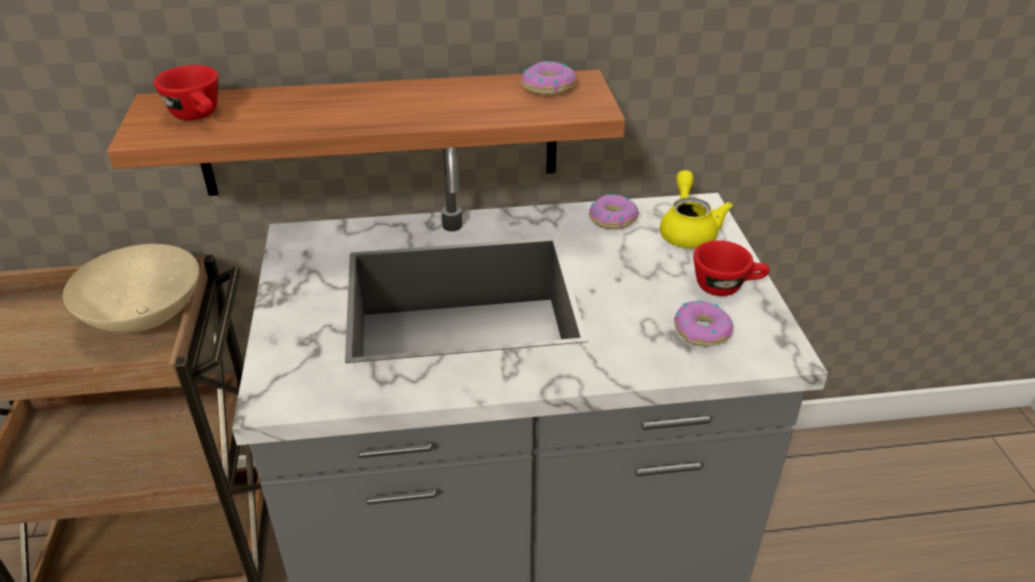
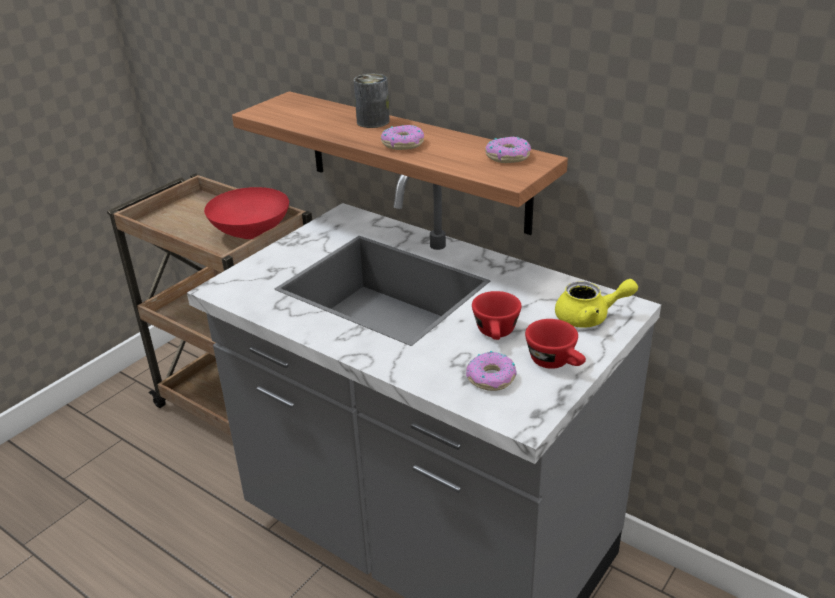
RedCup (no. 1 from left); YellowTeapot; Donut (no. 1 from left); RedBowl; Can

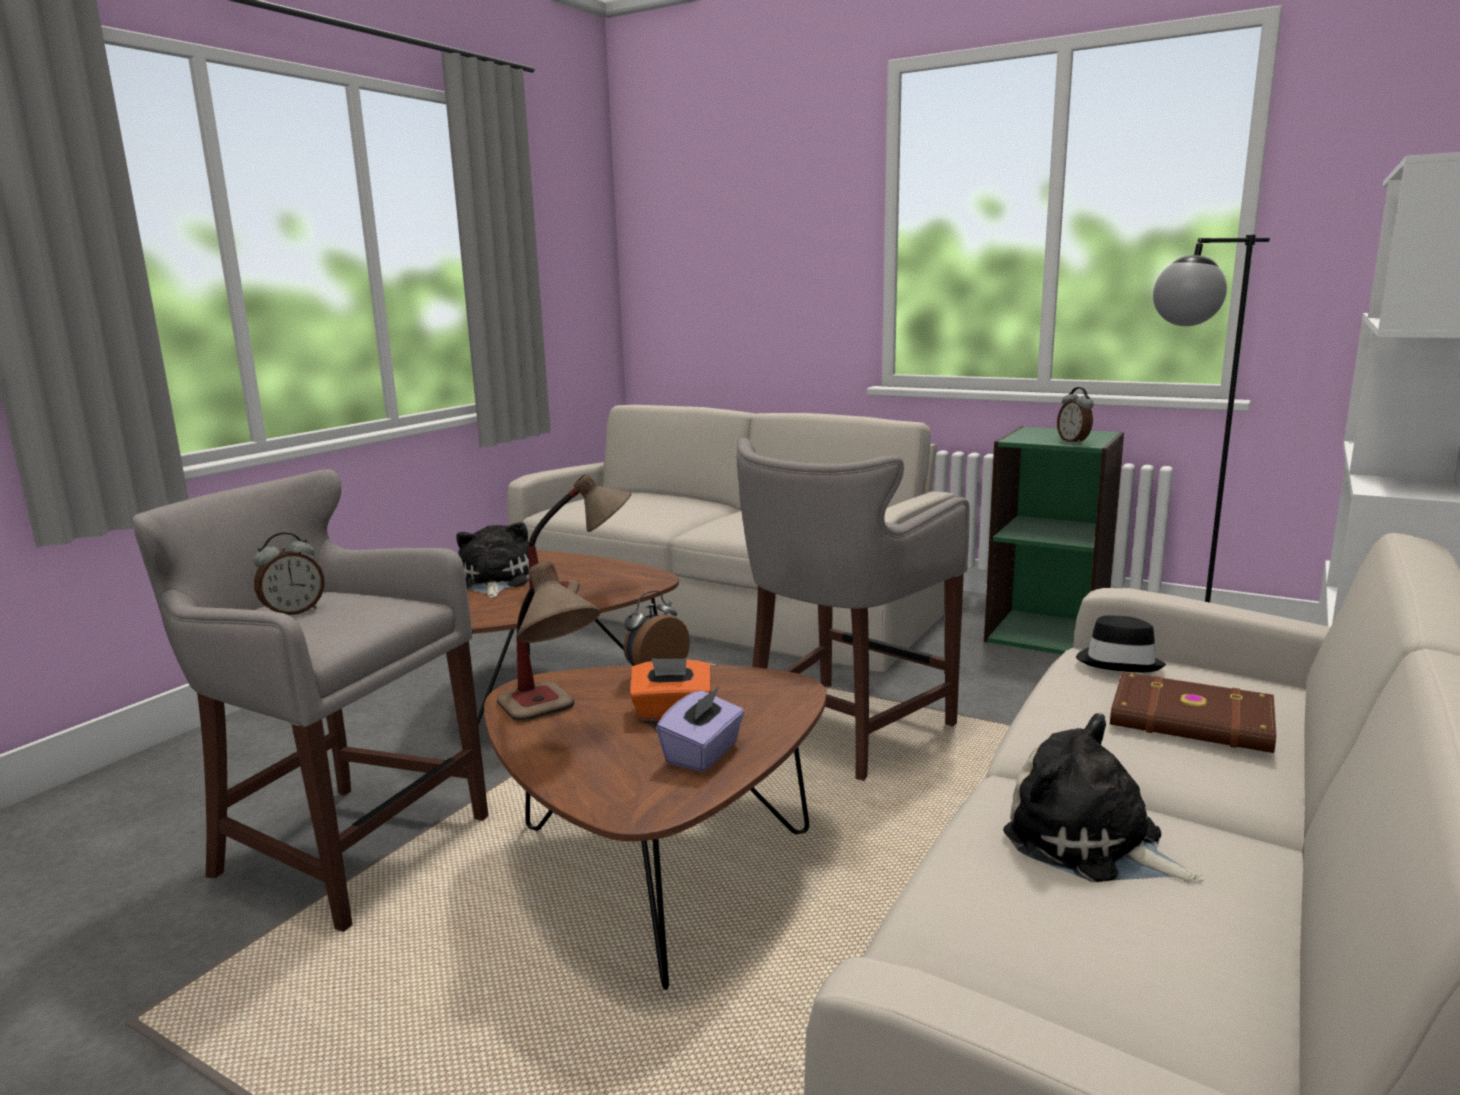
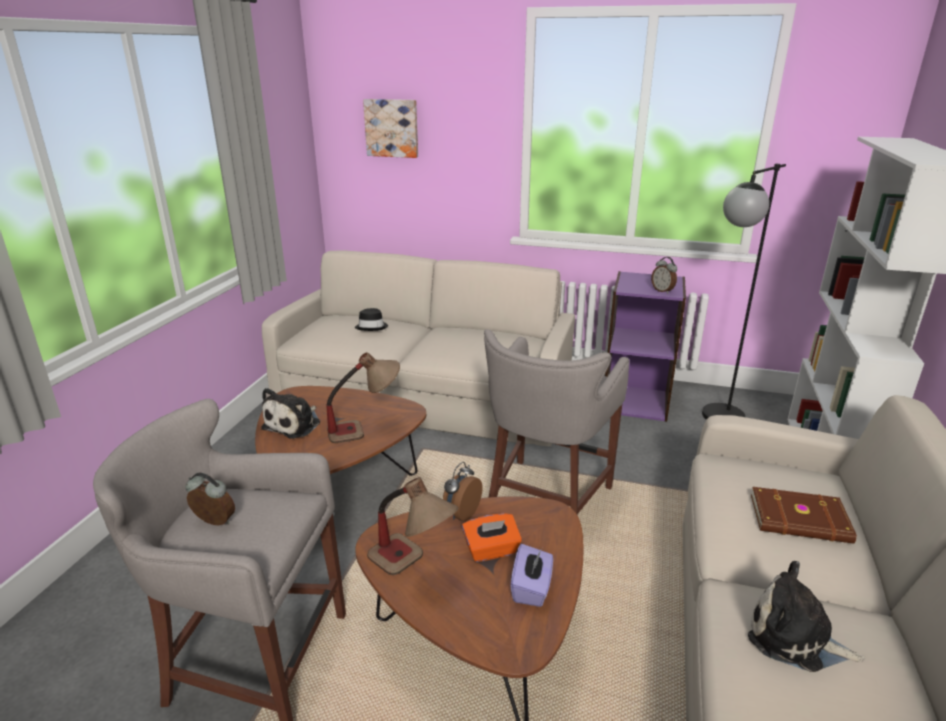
PurpleBookcase; PlushToy (no. 1 from left); AlarmClock (no. 1 from left); BlackHat; Picture

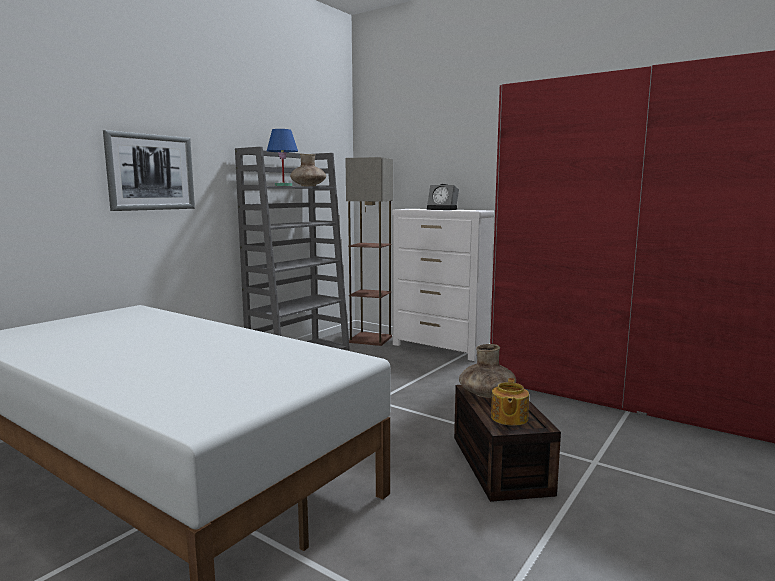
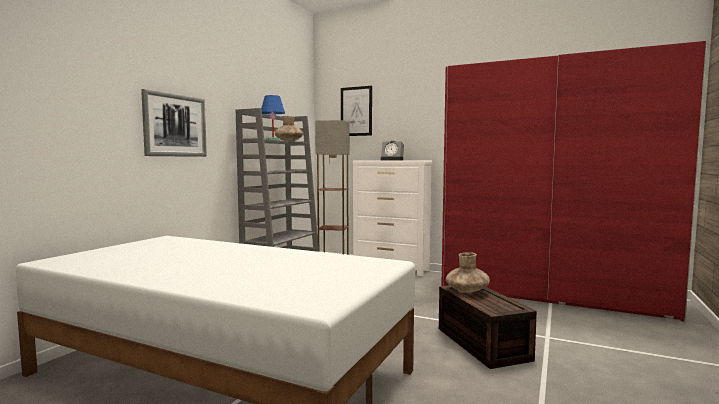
Teapot; Picture (no. 2 from left)

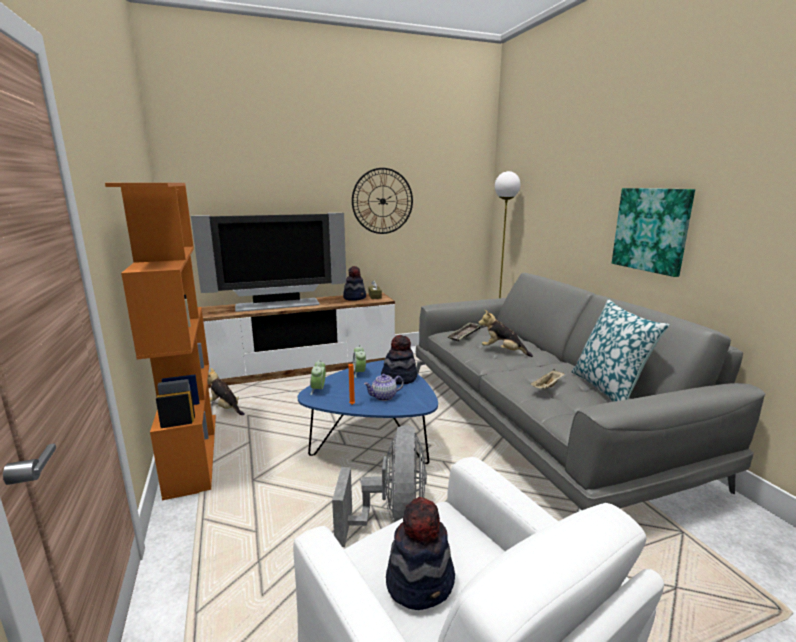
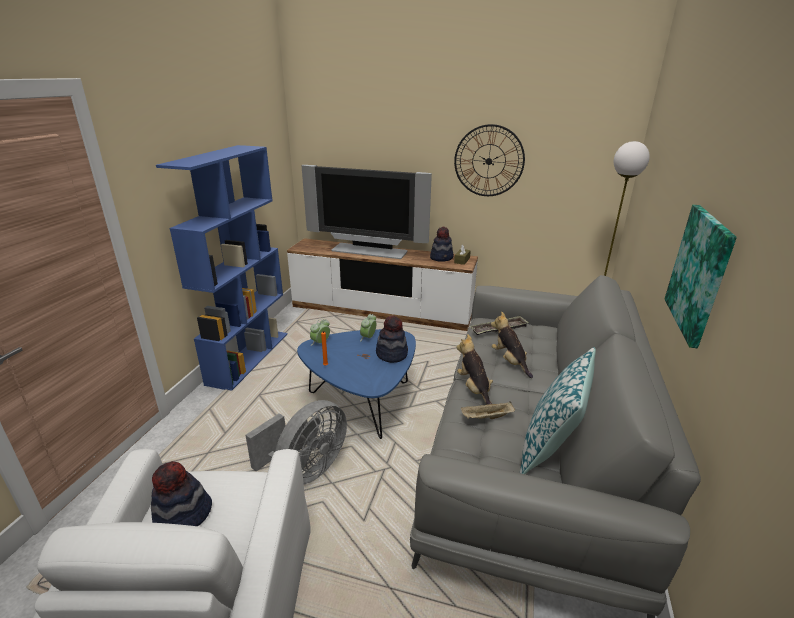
BlueBookcase; PlushToy (no. 1 from left); Teapot

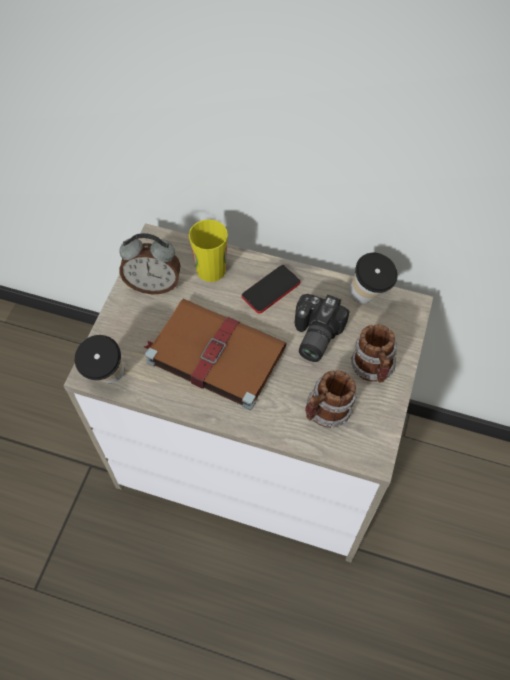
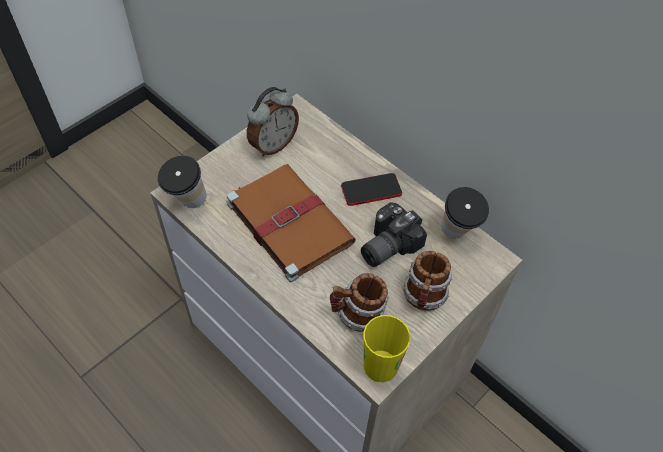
Cup (no. 2 from left); AlarmClock

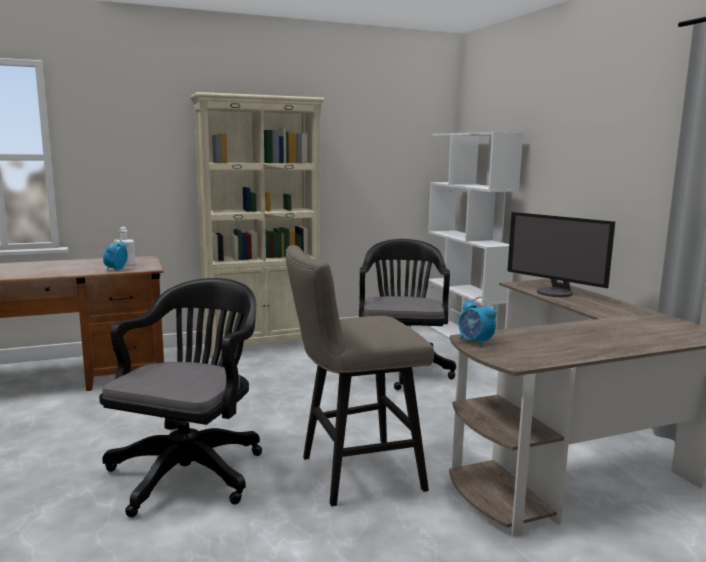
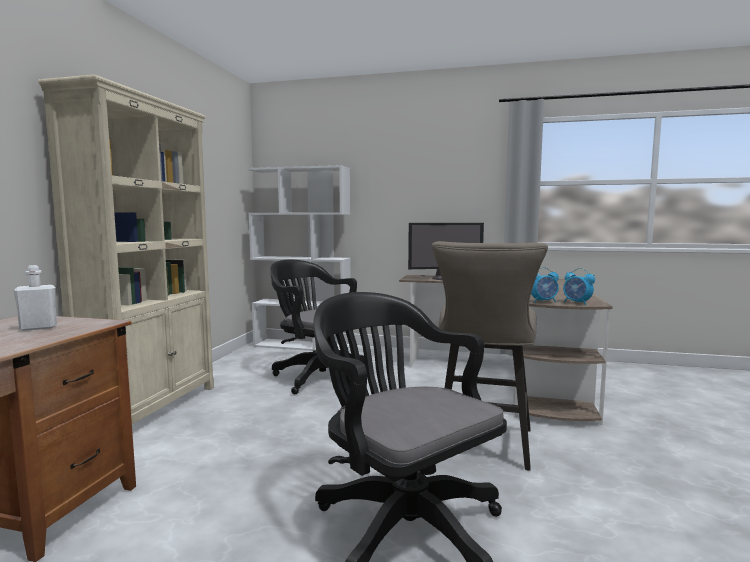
AlarmClock (no. 2 from left)

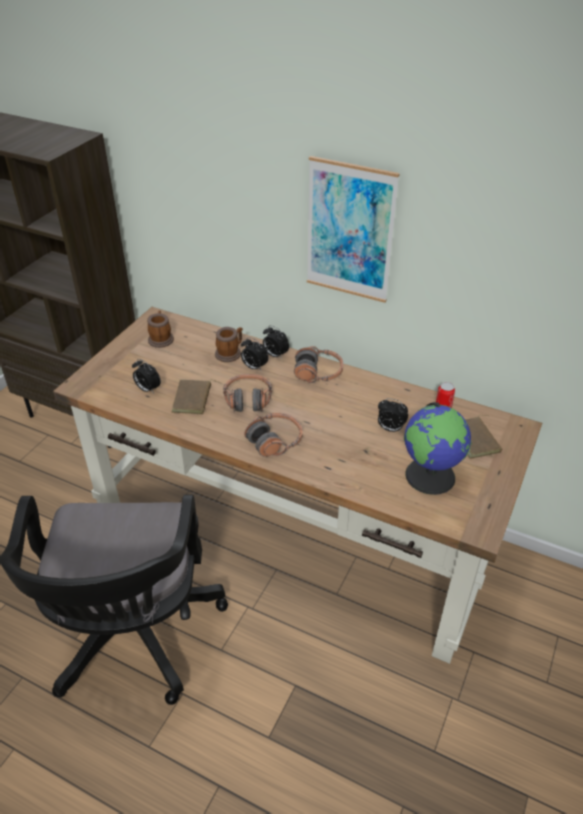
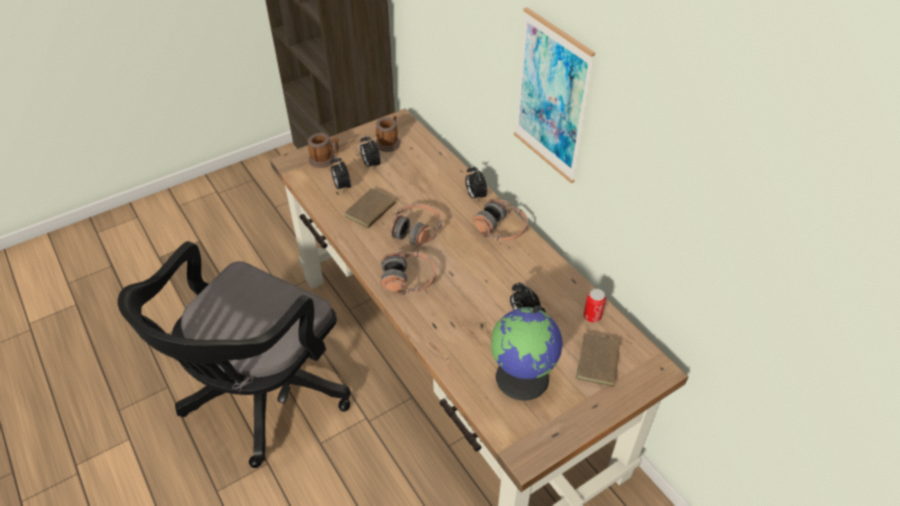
Mug (no. 1 from left); AlarmClock (no. 2 from left)

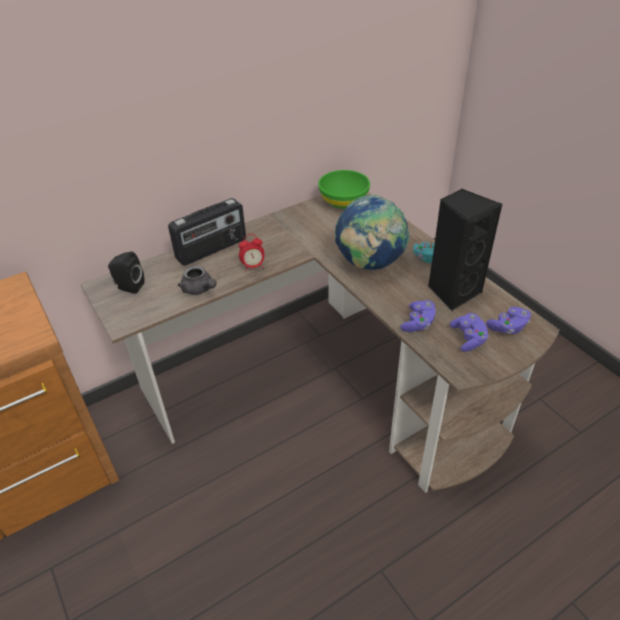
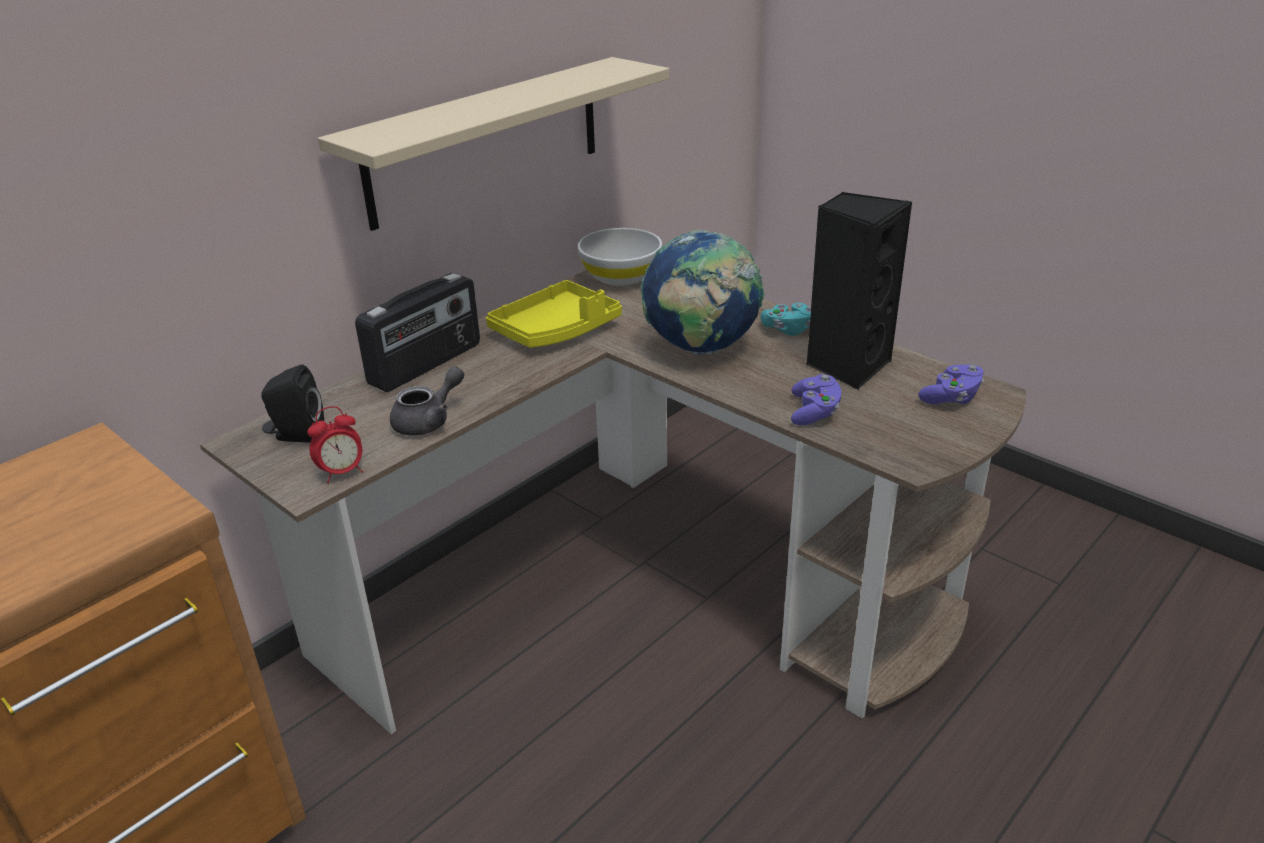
WhiteBowl; AlarmClock; GreyTeapot; PurpleGameController (no. 2 from left in the first image); BeigeShelf; YellowTray

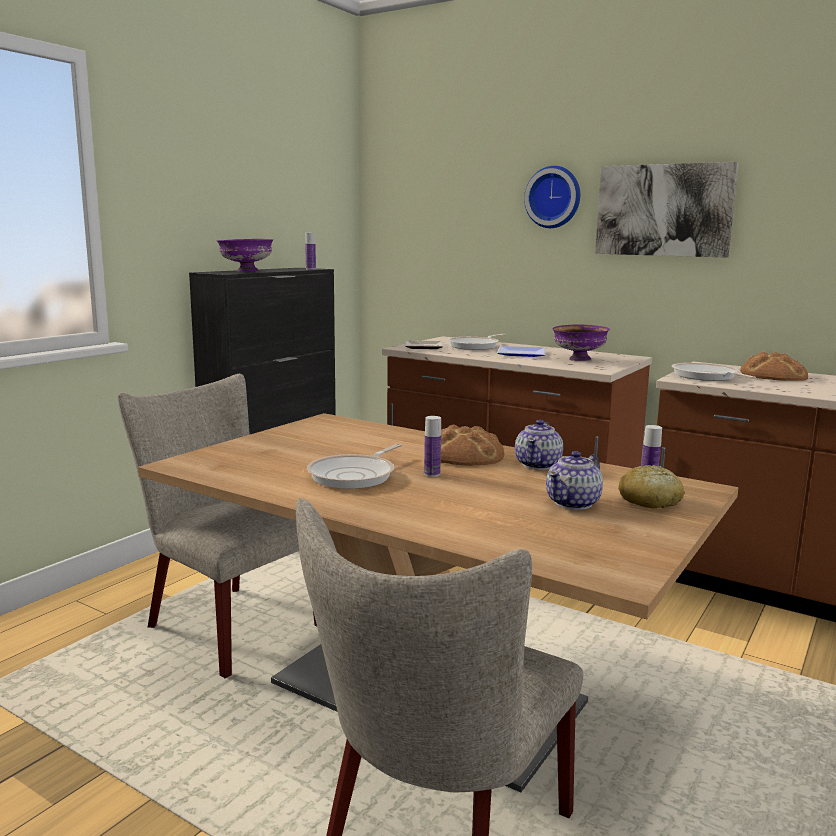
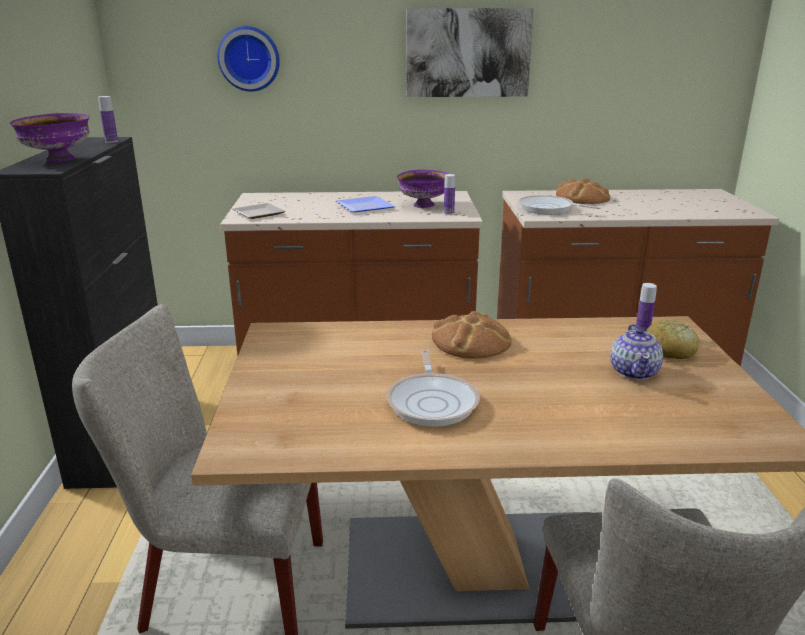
WallClock; FryingPan (no. 2 from left in the first image); Bottle (no. 2 from left); Teapot (no. 1 from left in the first image)

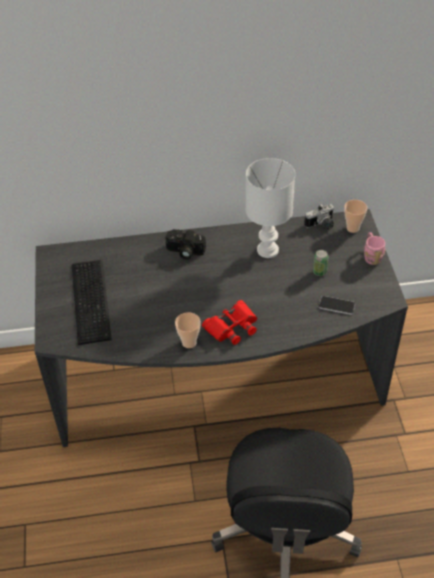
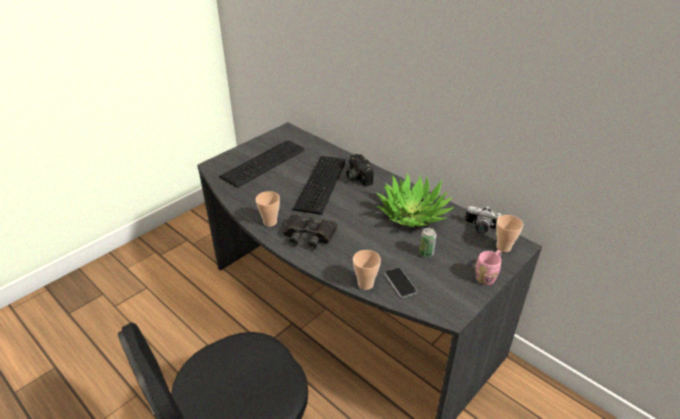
PottedPlant; BlackBinoculars; Keyboard (no. 2 from left); Cup (no. 2 from left)

